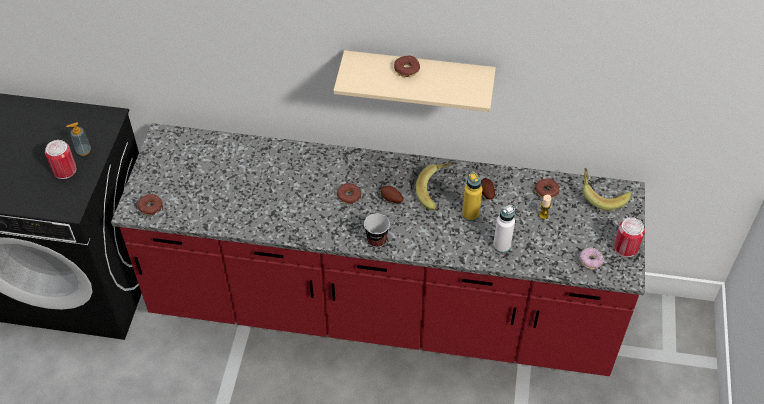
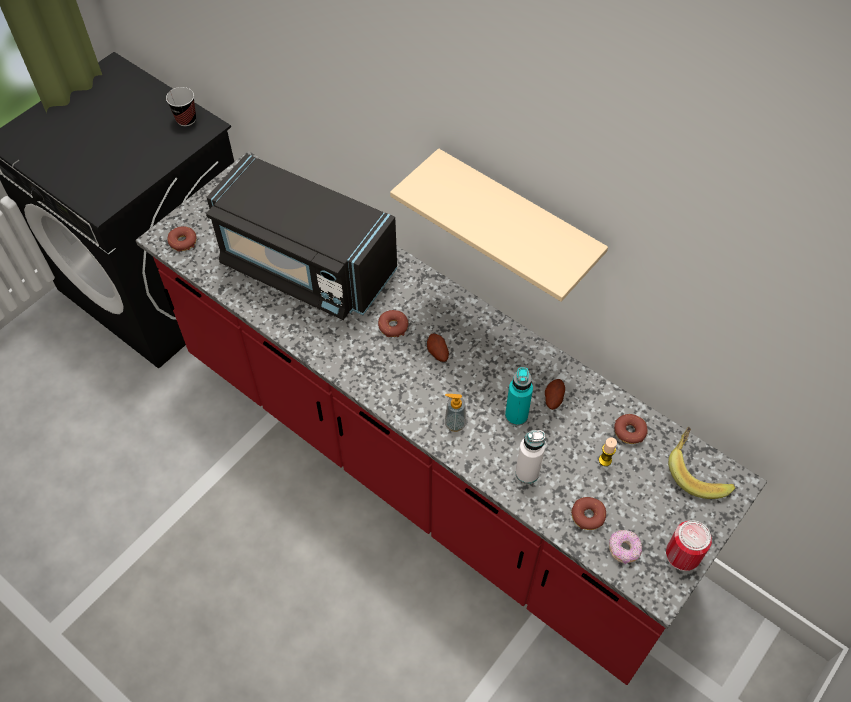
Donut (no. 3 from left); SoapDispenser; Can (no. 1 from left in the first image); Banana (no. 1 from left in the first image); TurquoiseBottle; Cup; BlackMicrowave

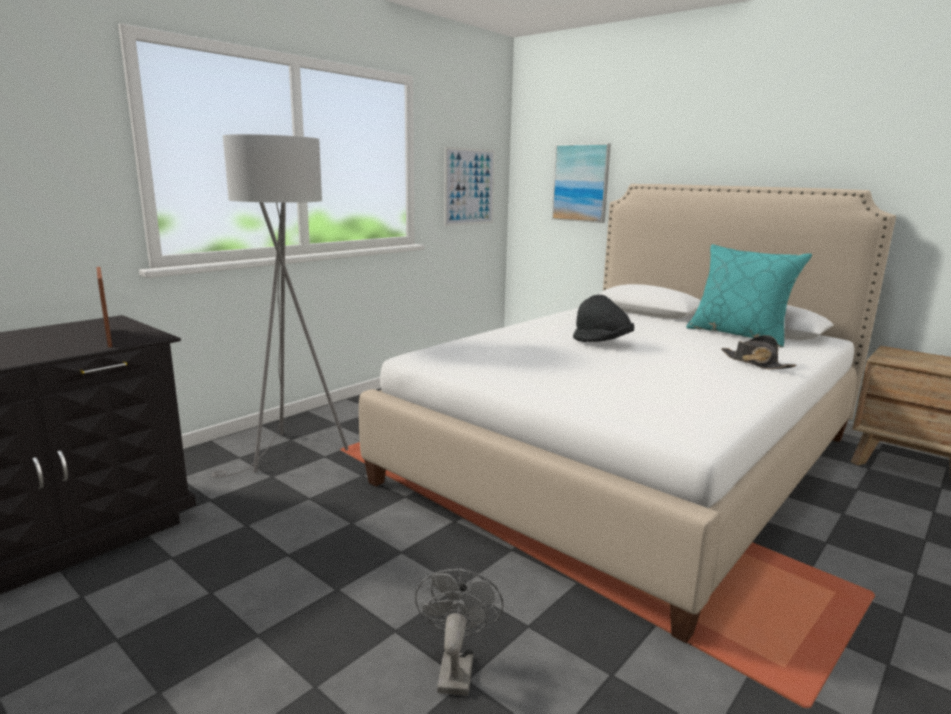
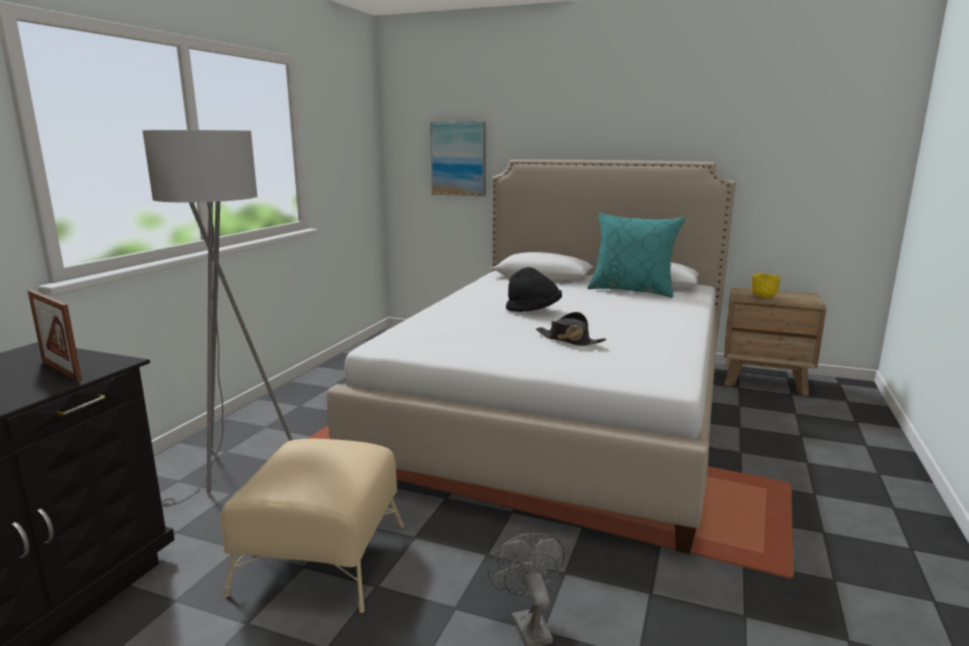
Picture (no. 1 from left in the first image); BlackHat (no. 2 from left); YellowBowl; BeigeOttoman

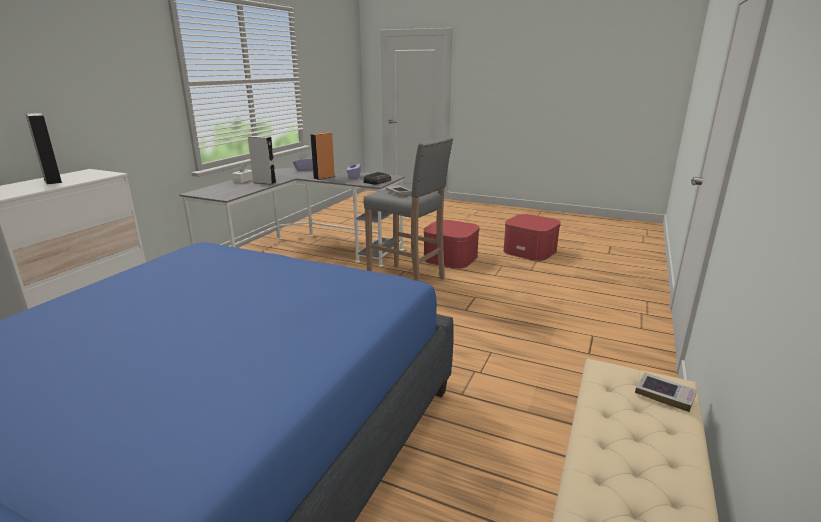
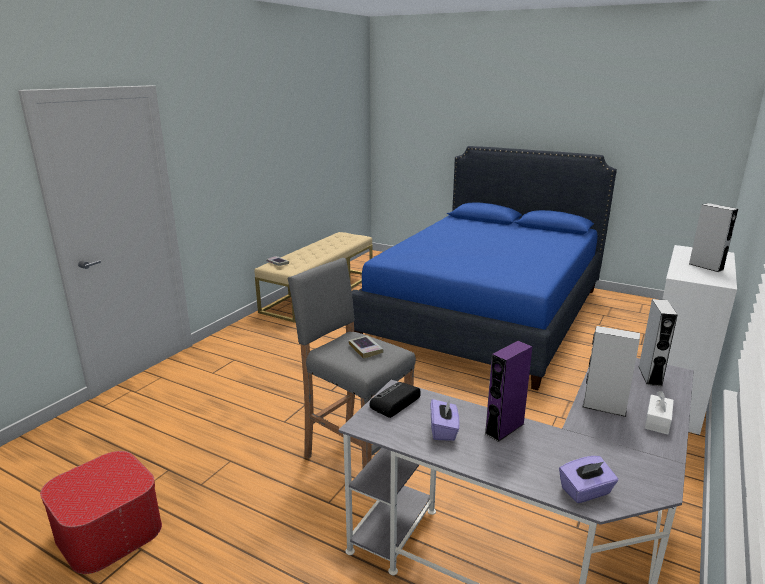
PurpleSpeaker; Ottoman (no. 1 from left in the first image); GreySpeaker (no. 2 from left)

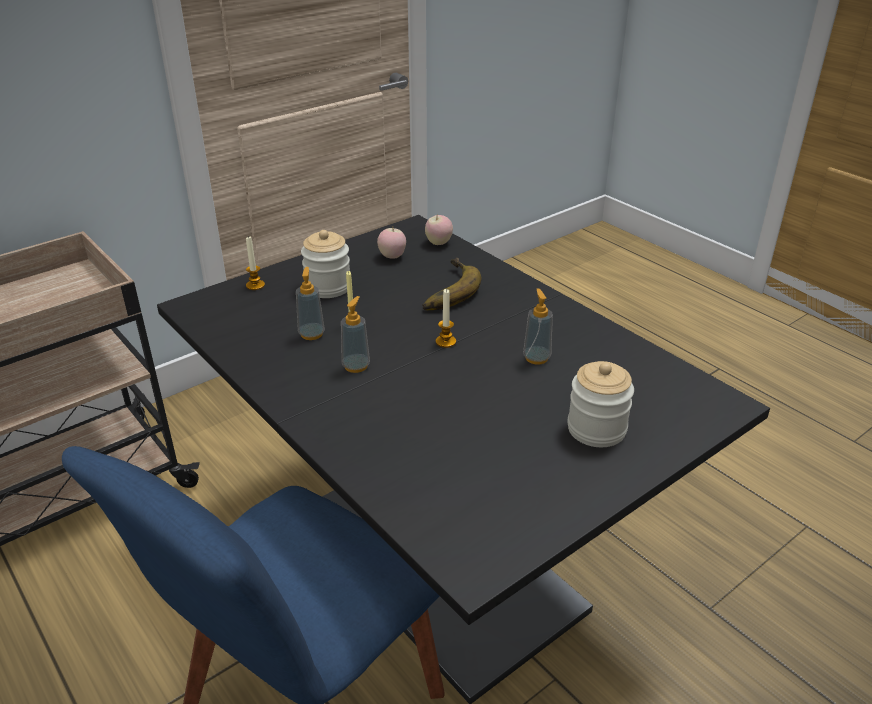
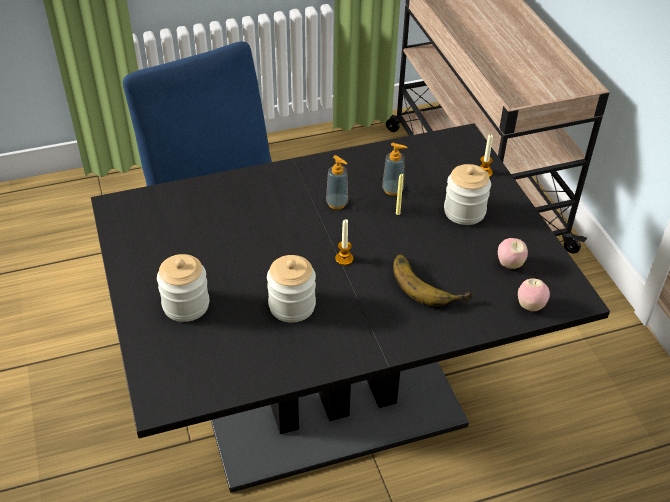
Jar (no. 2 from left)

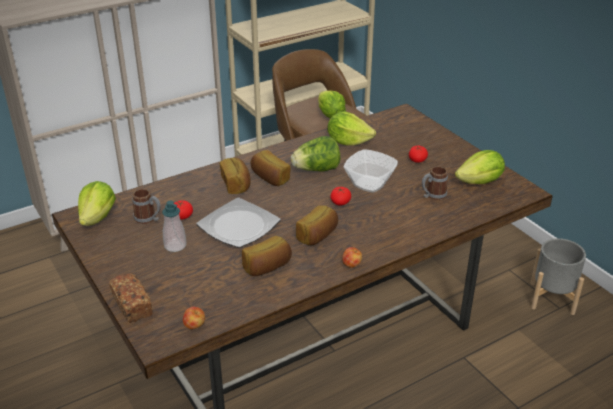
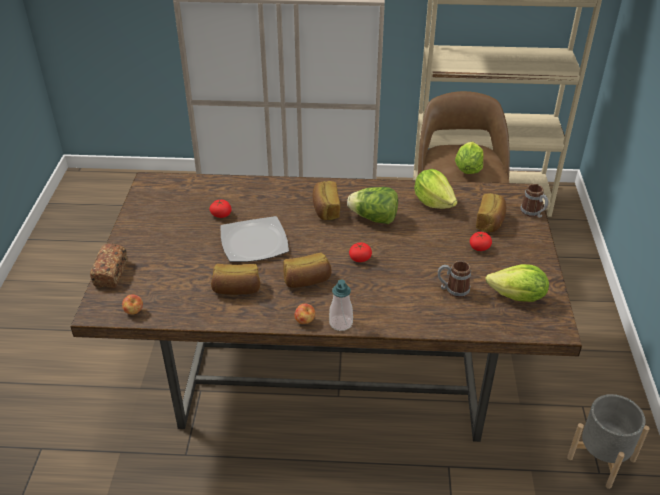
Bowl; Bread (no. 5 from left); Lettuce (no. 1 from left in the first image); Mug (no. 2 from left); SoapDispenser

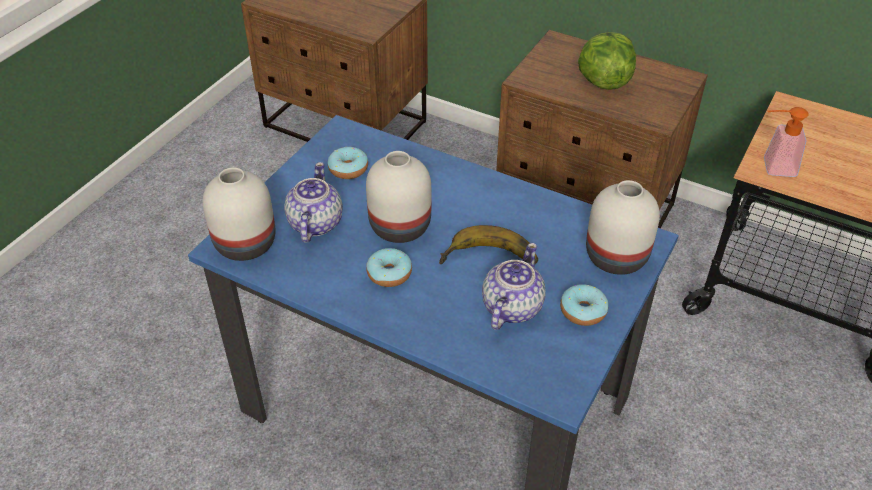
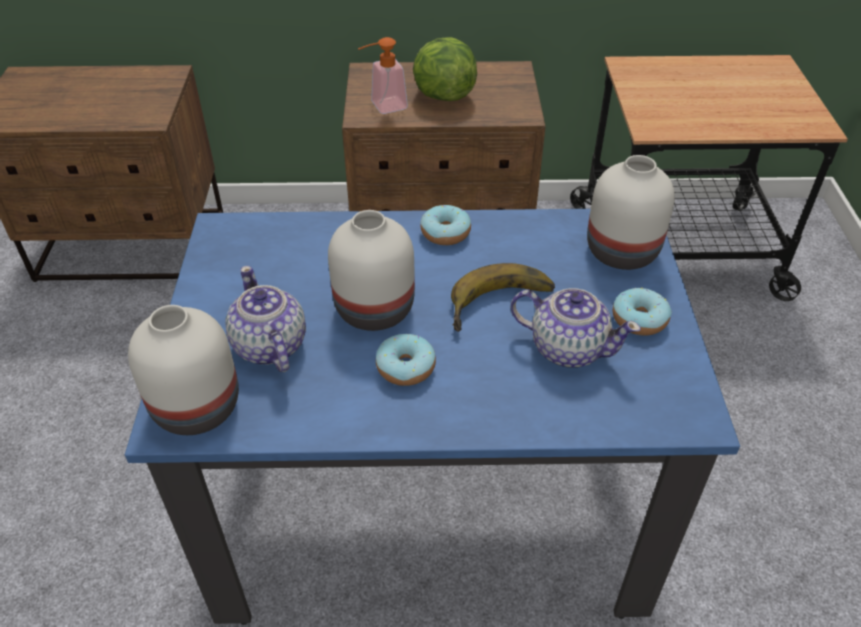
SoapDispenser; Donut (no. 2 from left); Teapot (no. 2 from left)

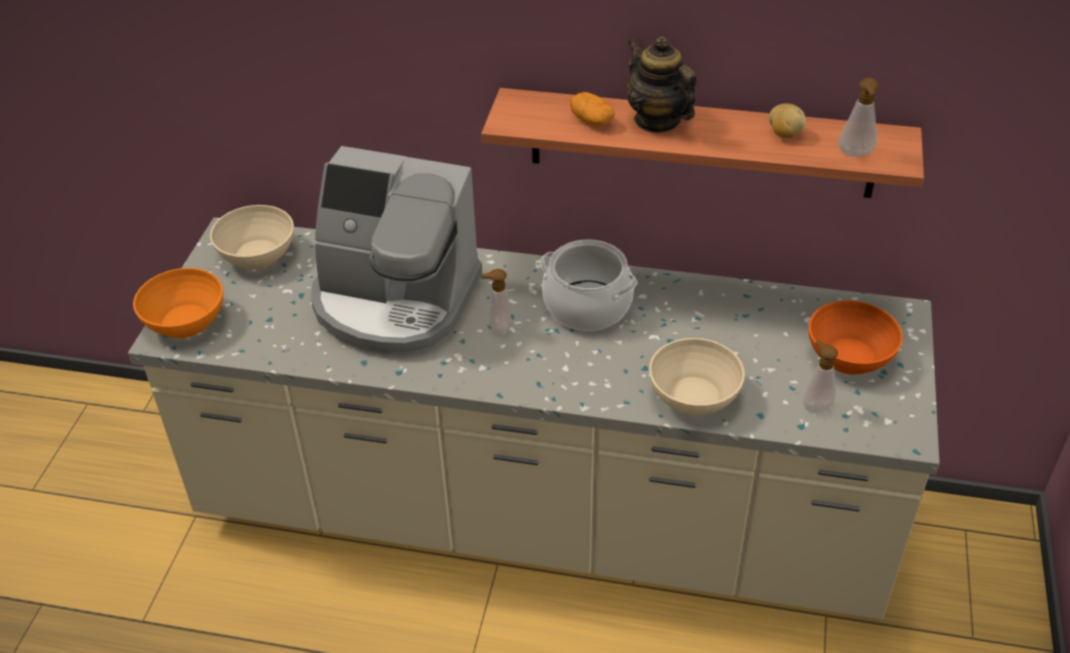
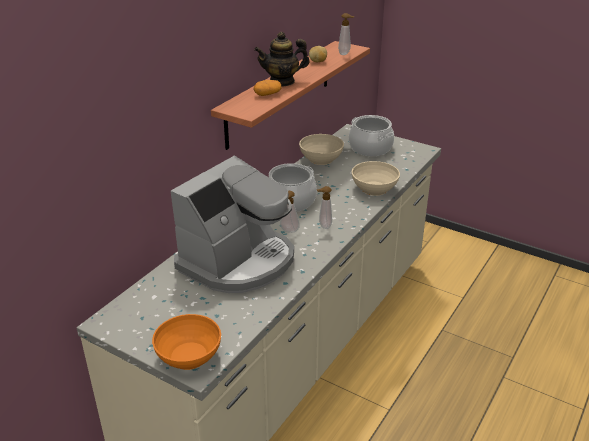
BeigeBowl (no. 1 from left); CookingPot (no. 2 from left); SoapDispenser (no. 2 from left)

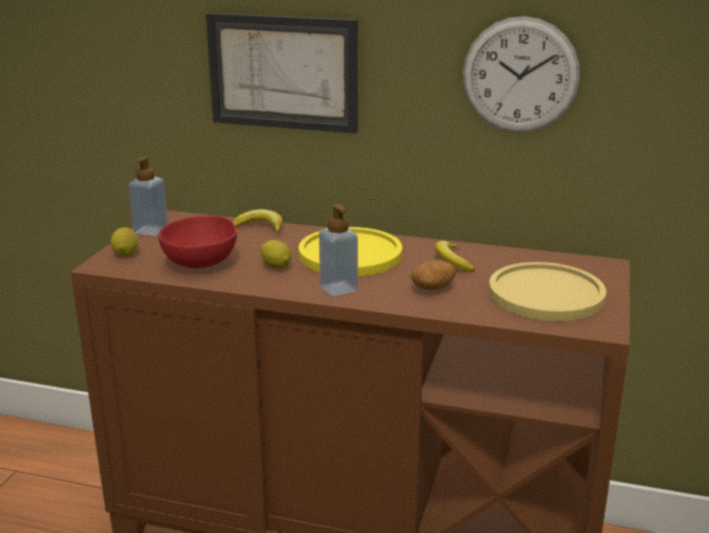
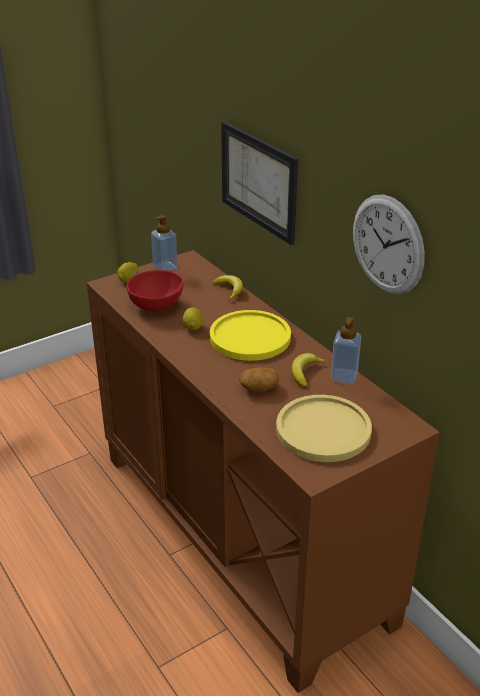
SoapDispenser (no. 2 from left)

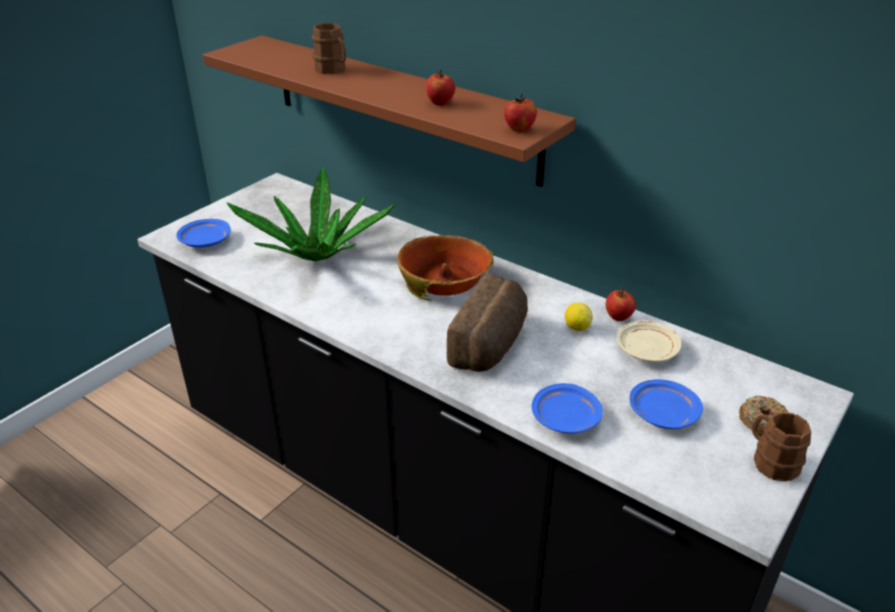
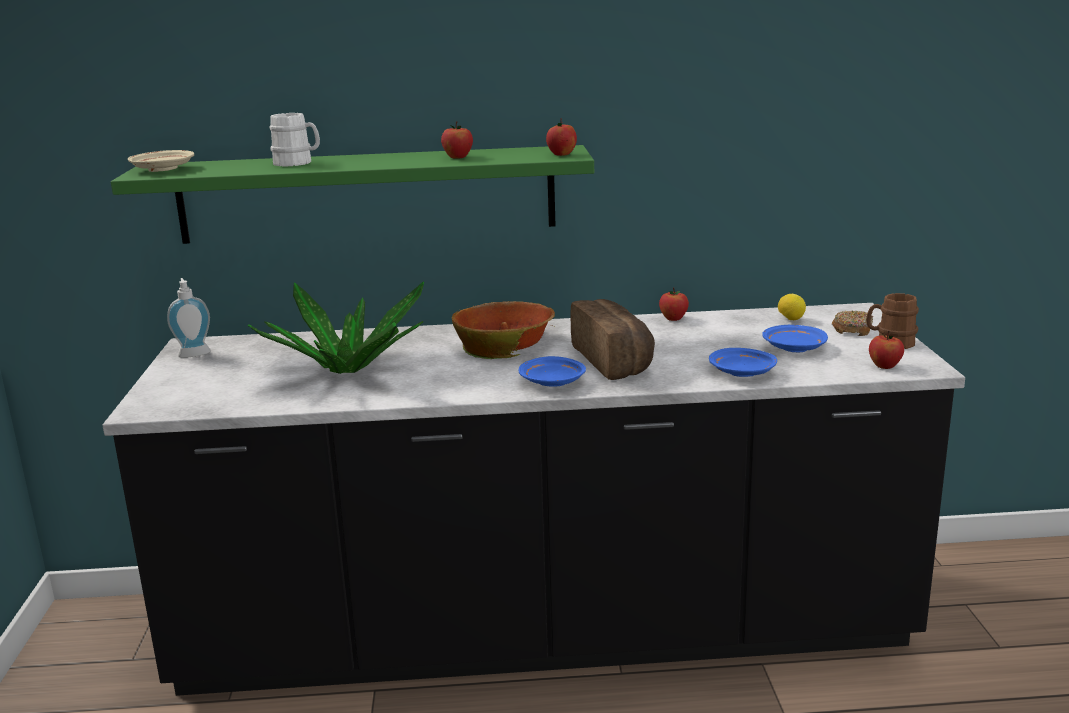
WhiteMug; GreenShelf; BluePlate (no. 1 from left); Lemon; BeigePlate; SoapDispenser; Apple (no. 4 from left)

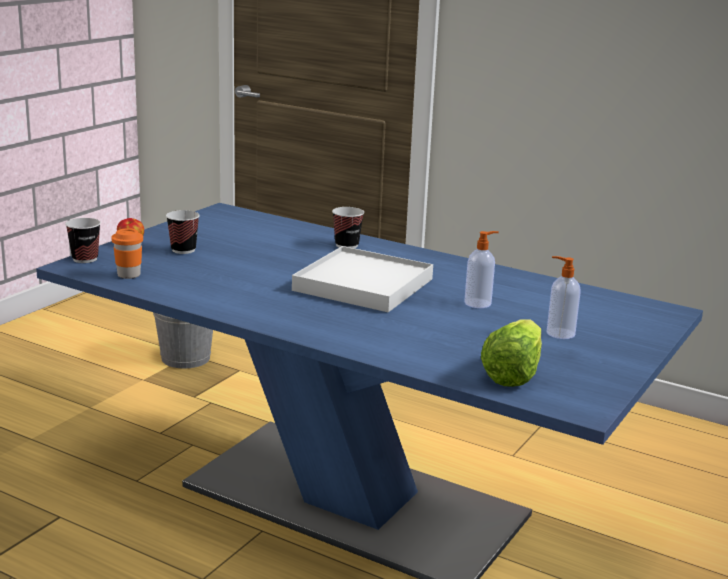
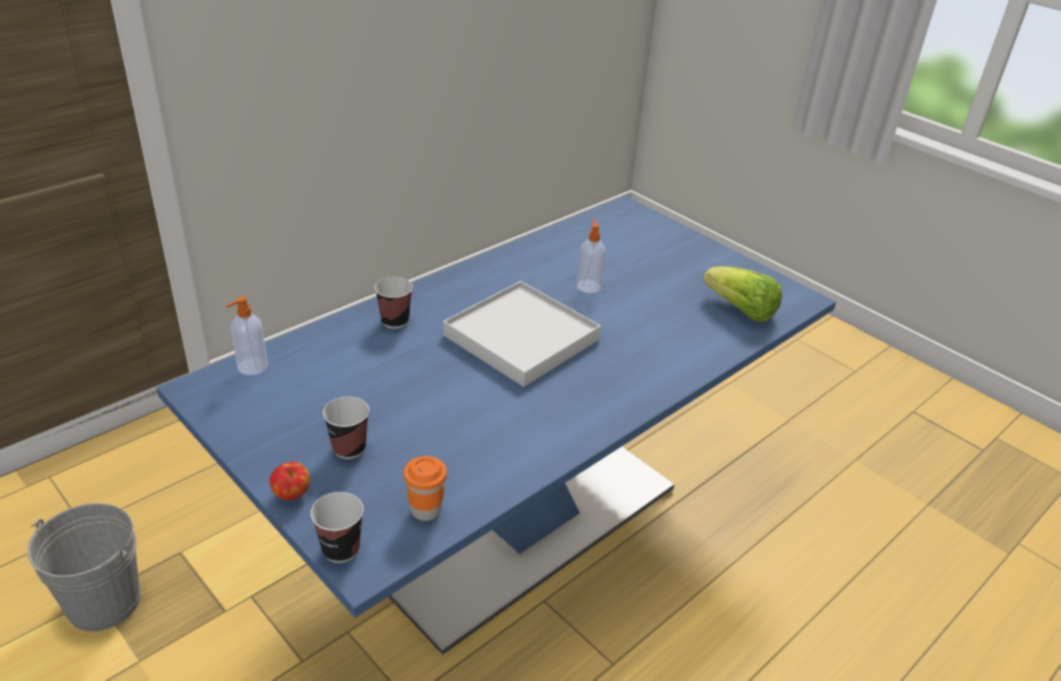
SoapDispenser (no. 1 from left)

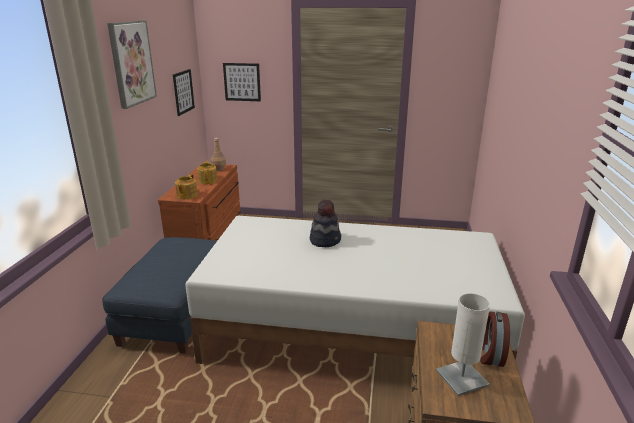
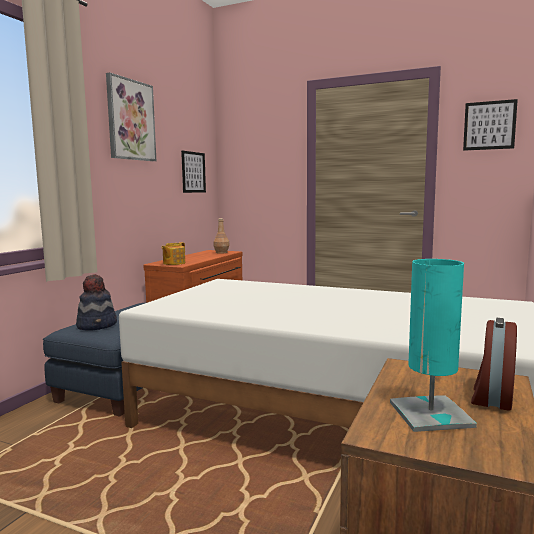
Picture (no. 3 from left); Teapot (no. 2 from left in the first image); Hat; TurquoiseTableLamp

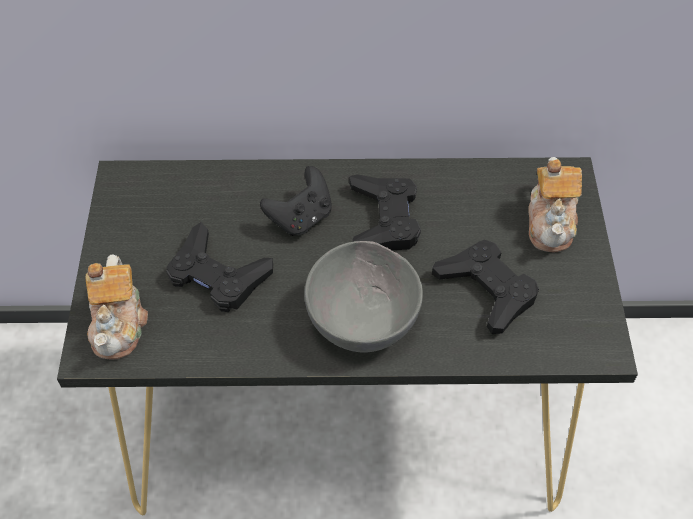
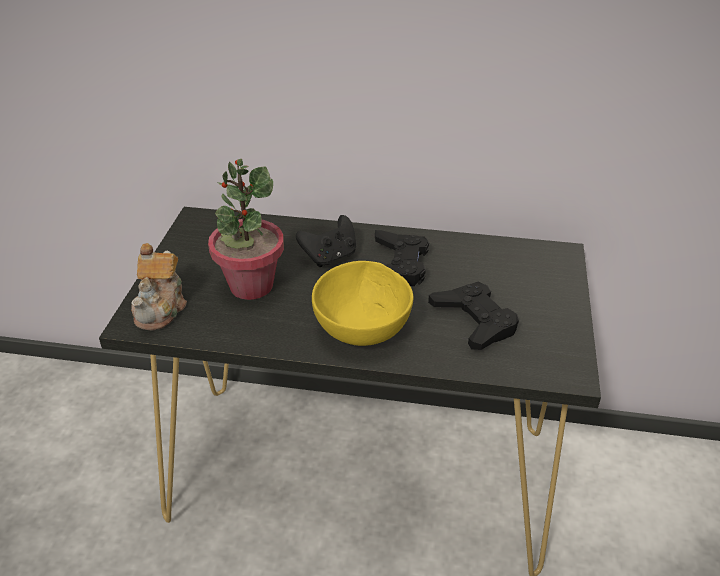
Teapot (no. 2 from left in the first image); PottedPlant; YellowBowl

